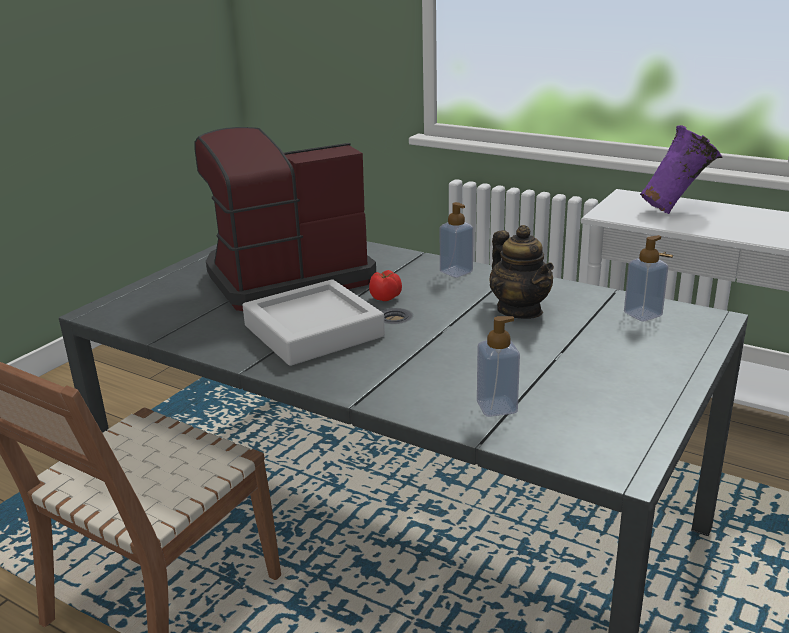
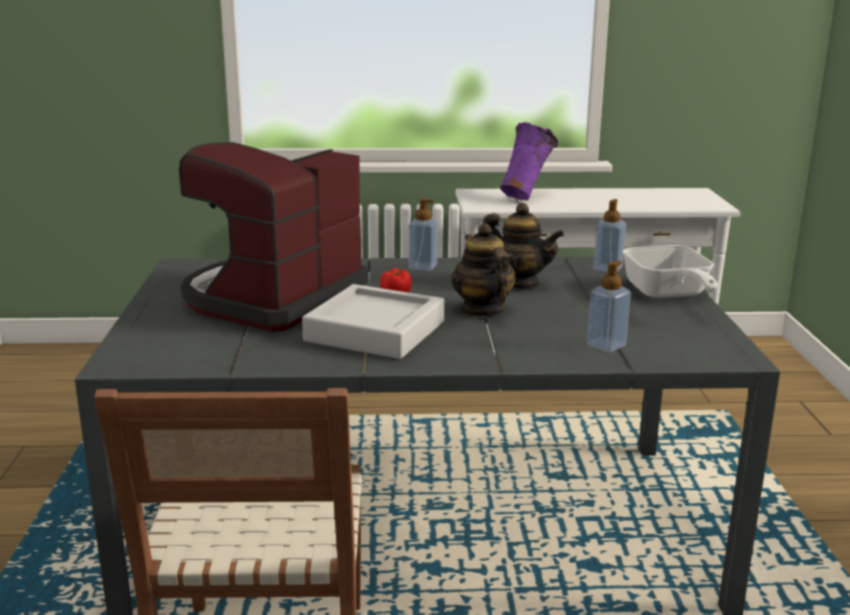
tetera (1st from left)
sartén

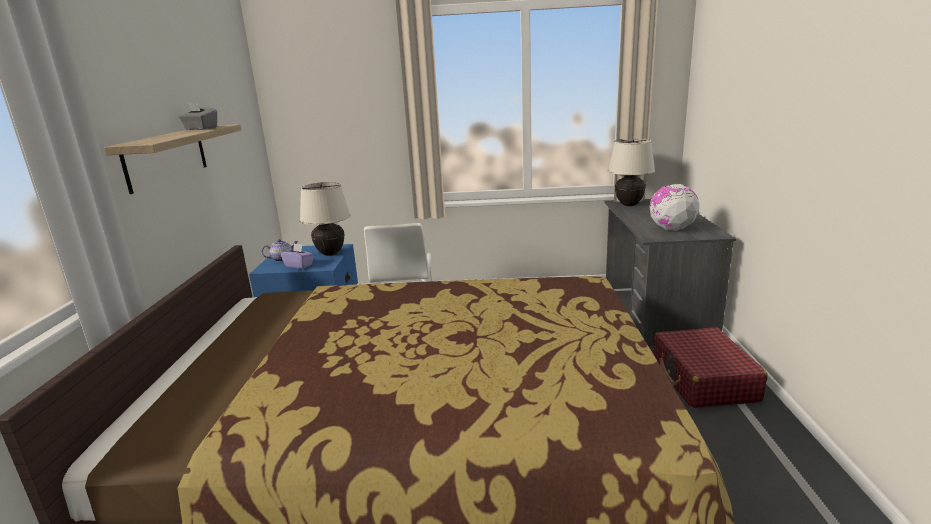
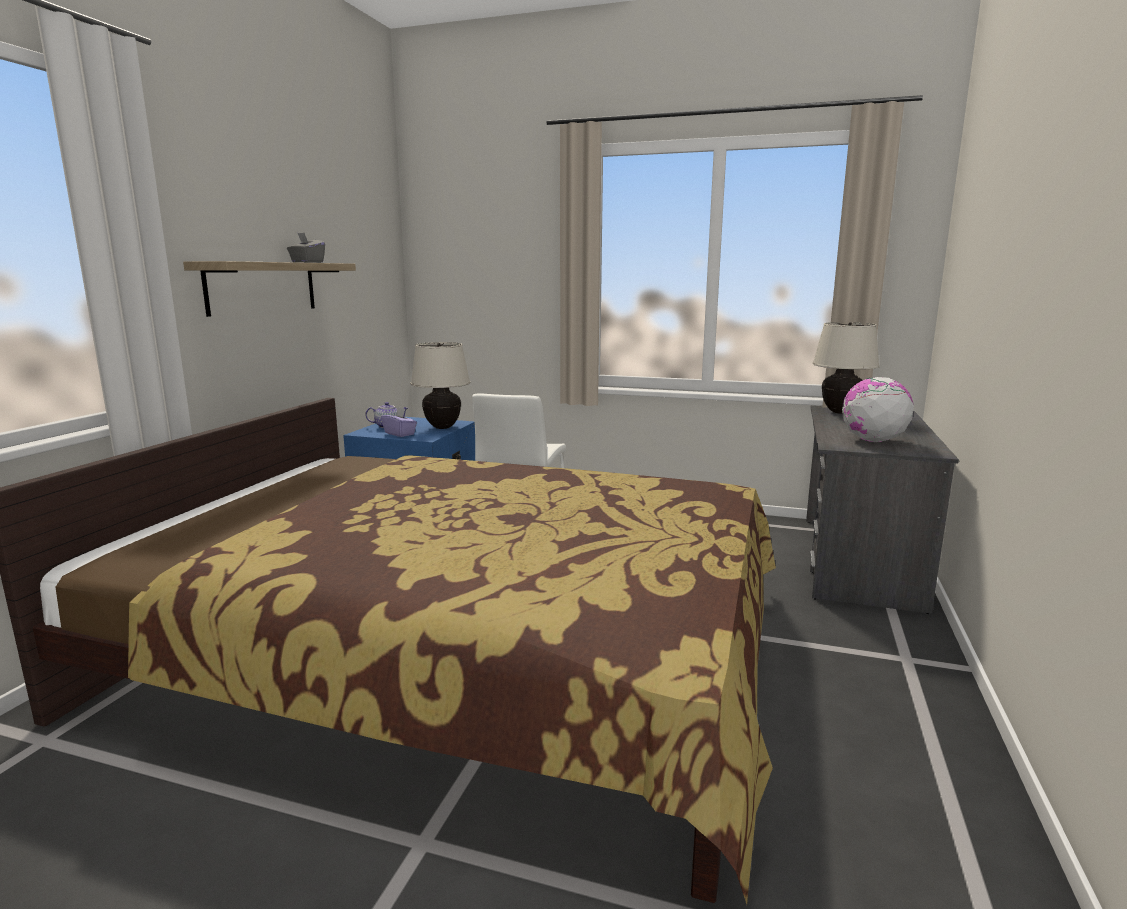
maleta/rojo

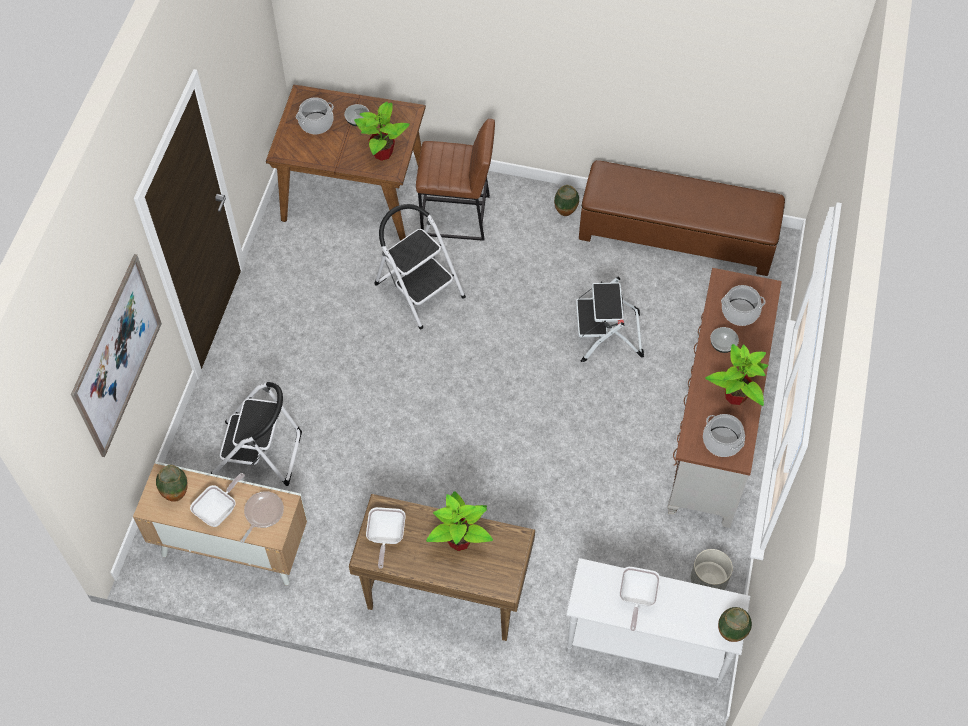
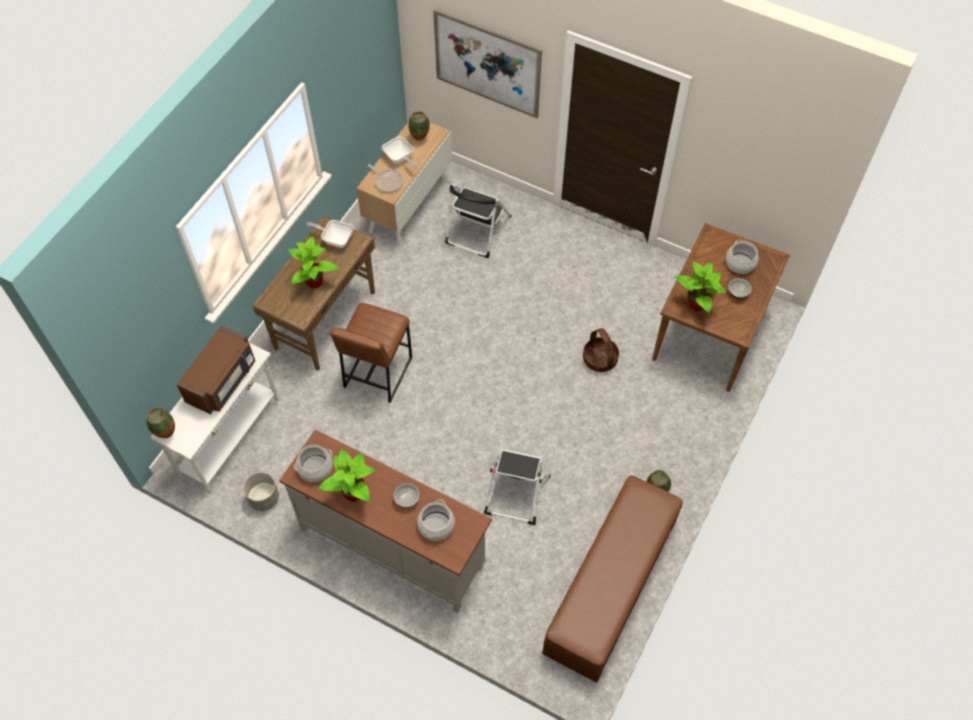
silla/marrón
cesta
microondas/marrón

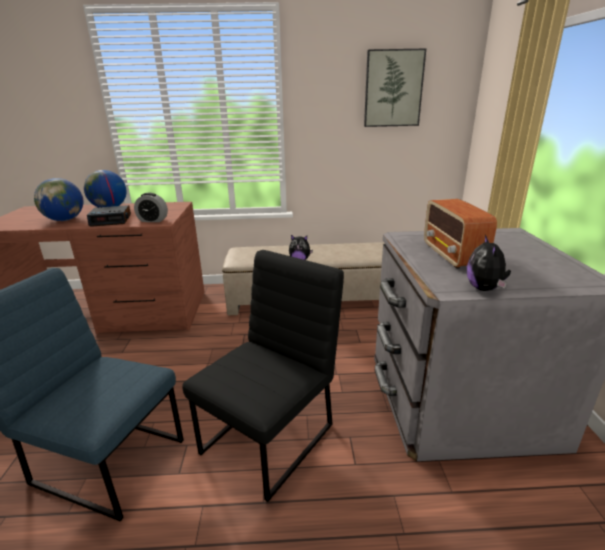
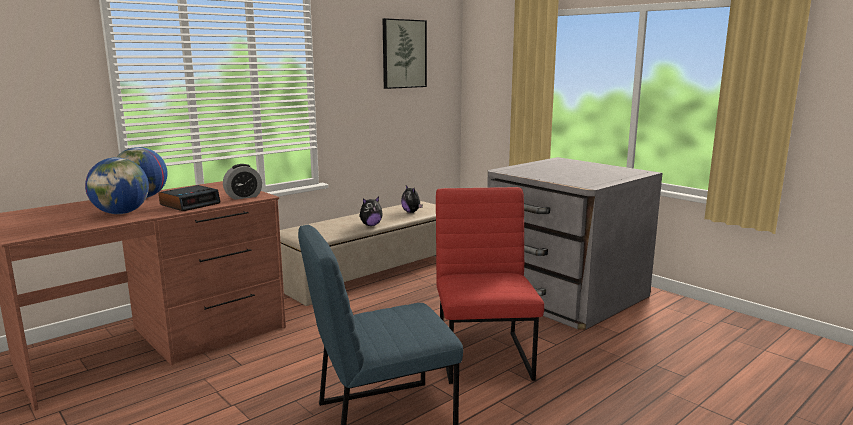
radio
peluche (2nd from left)
silla/rojo

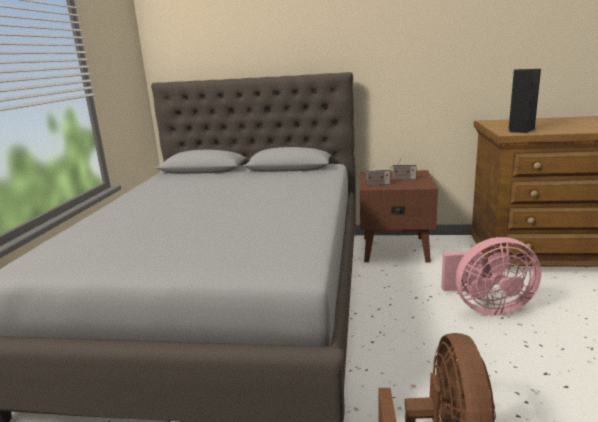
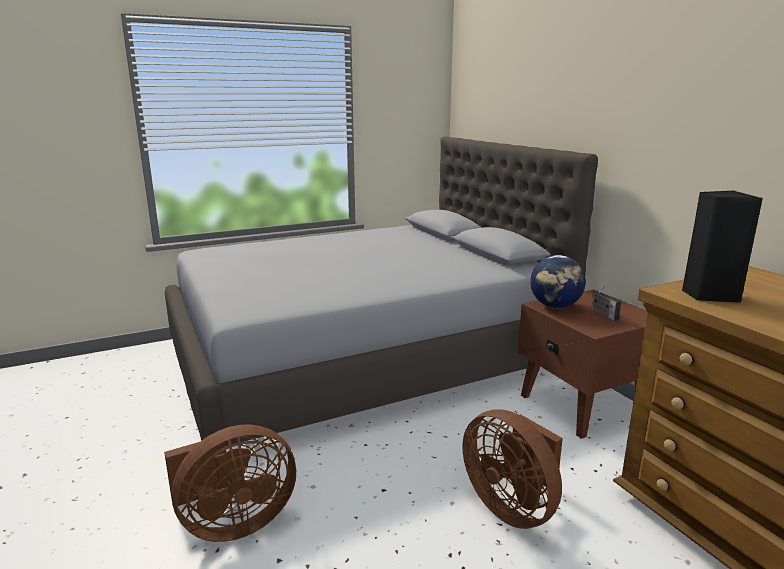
globo terráqueo
ventilador/marrón (2nd from left)

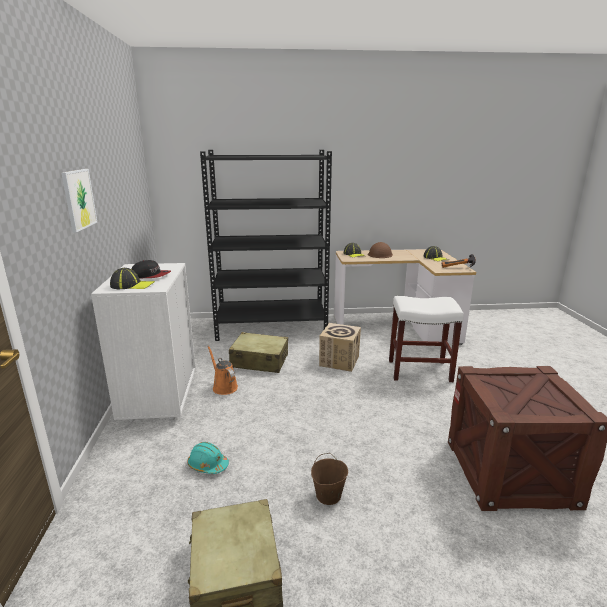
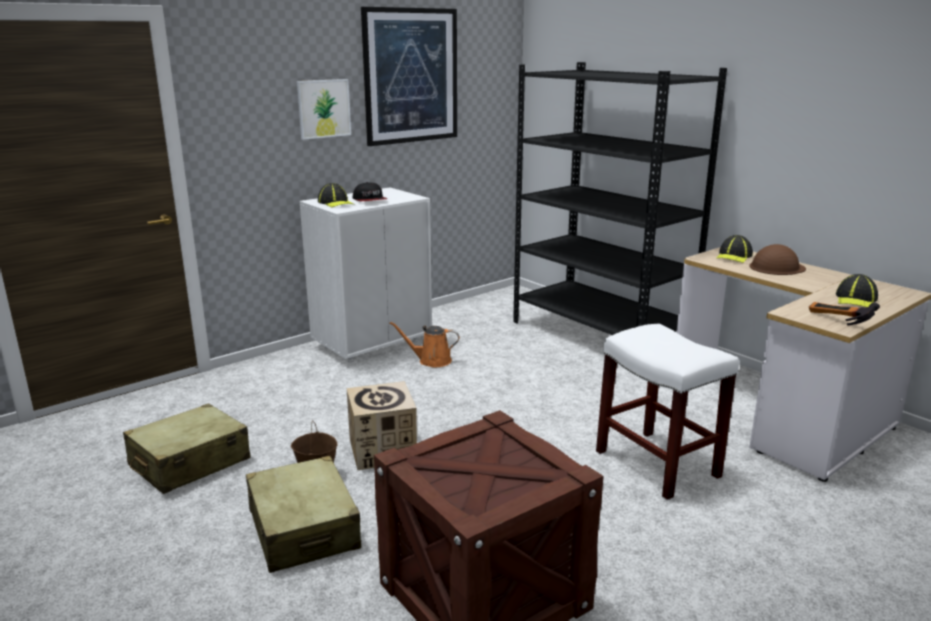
casco/turquesa
cuadro (2nd from left)
maleta/beis (2nd from left)
caja de cartón
regadera/naranja

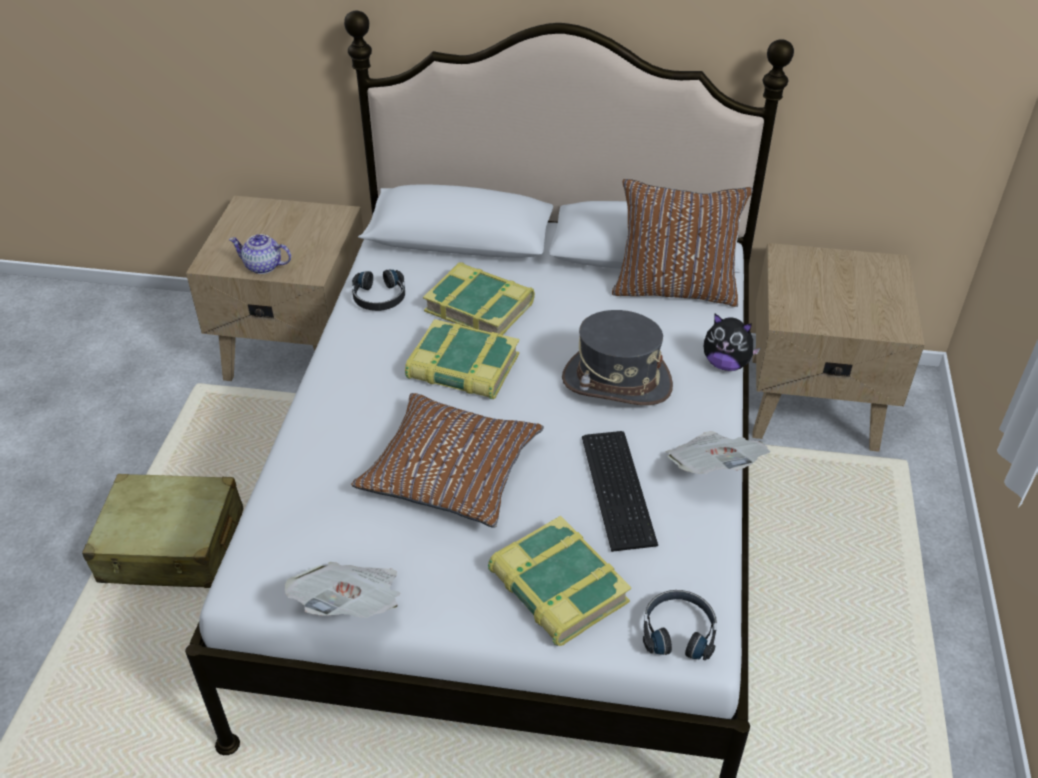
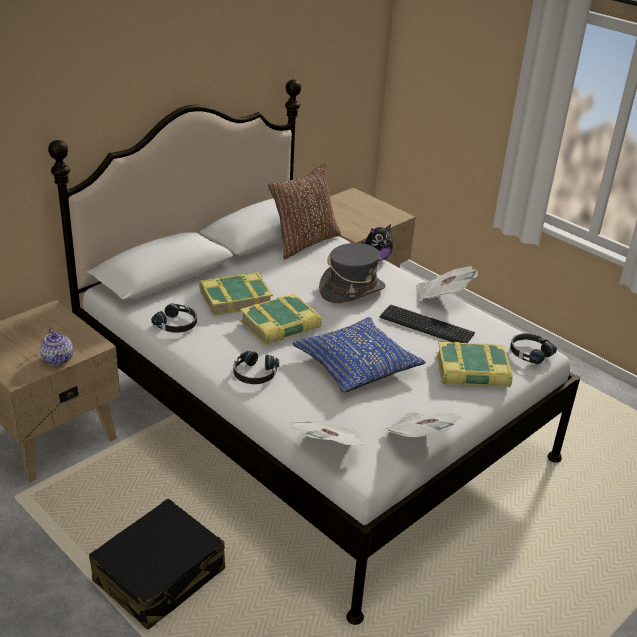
auriculares/negro (2nd from left)
periódico (1st from left)
maleta/negro
cojín/azul
tetera

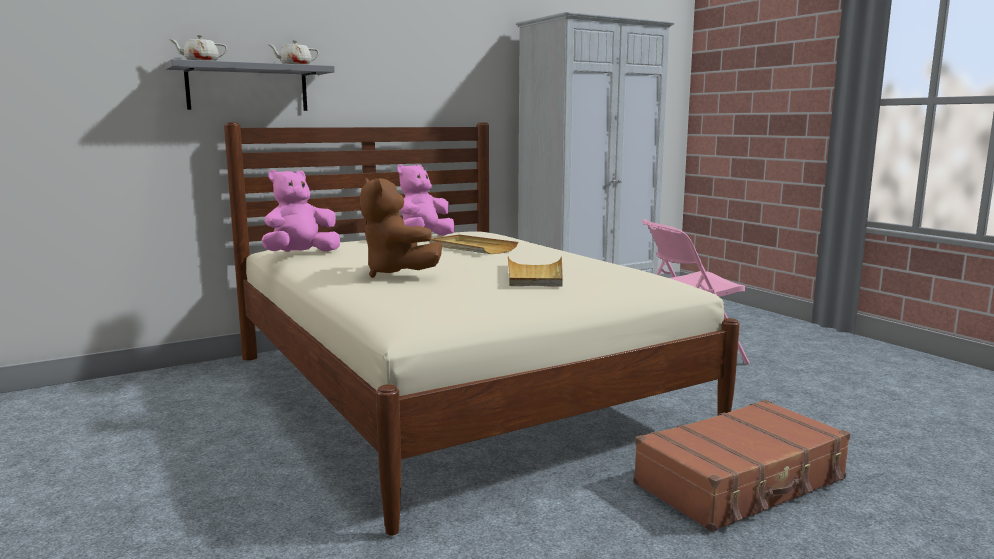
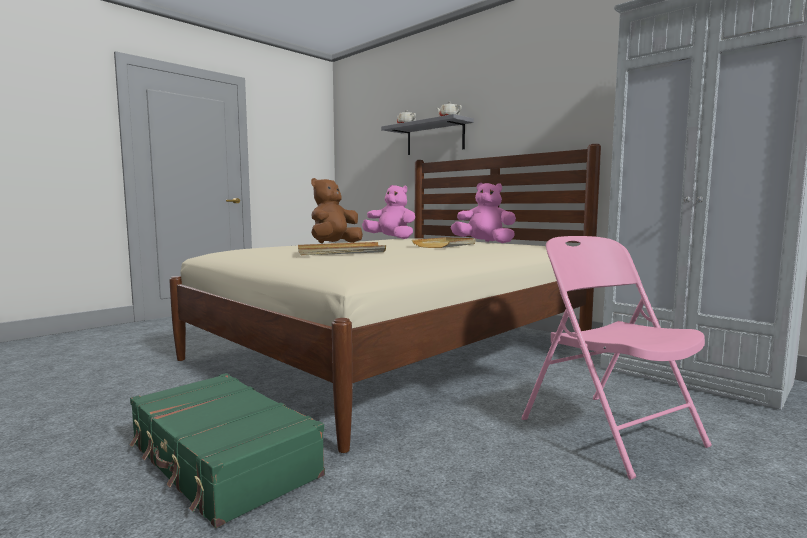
maleta/verde

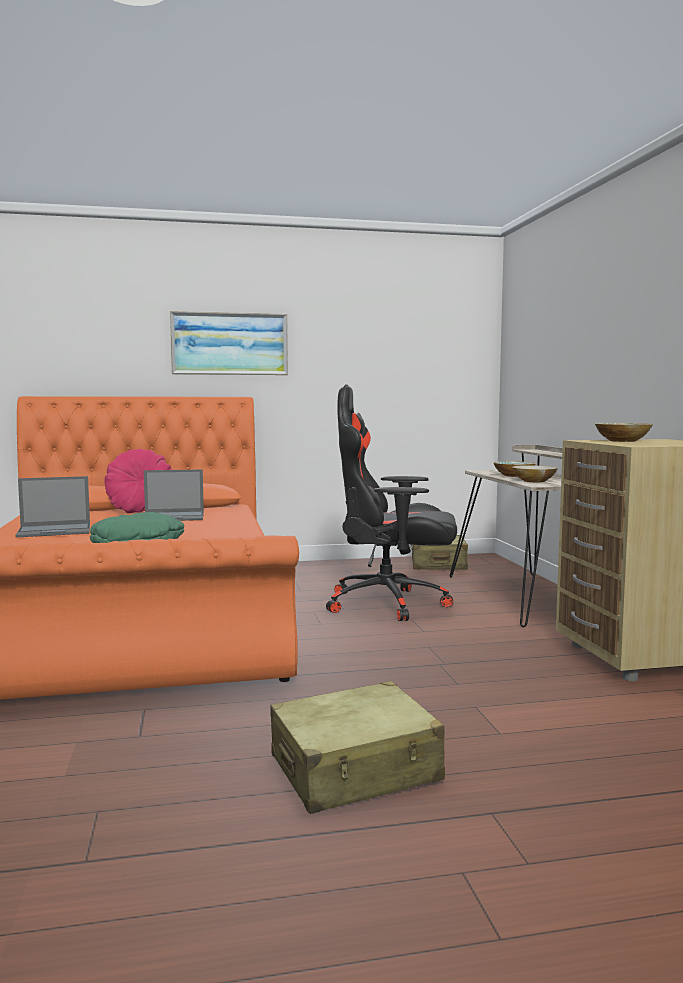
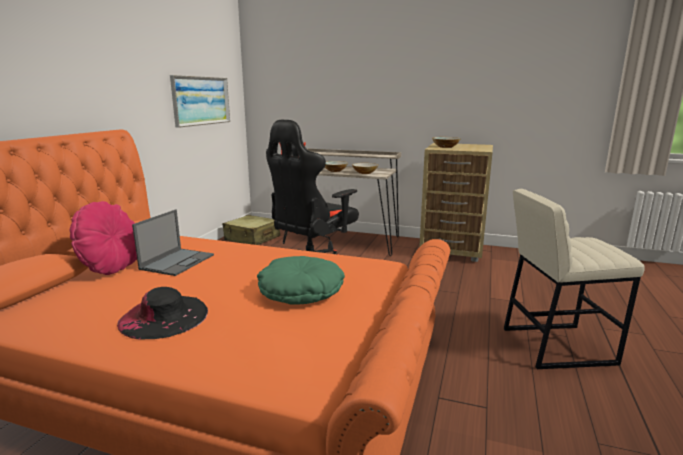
cuadro
sombrero/negro
silla/beis

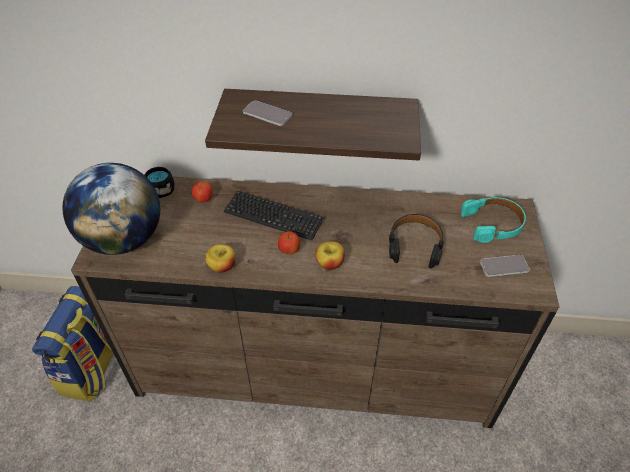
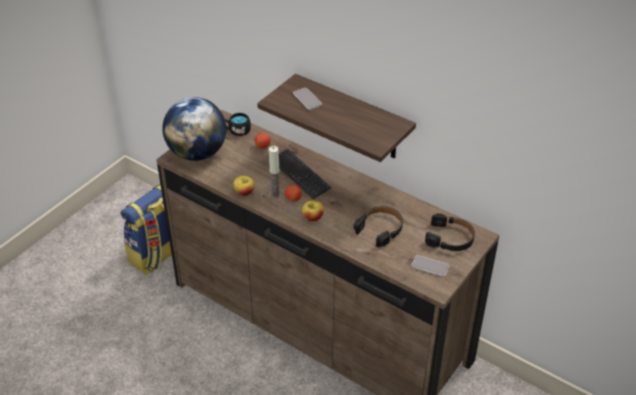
vela
auriculares/negro (2nd from left)

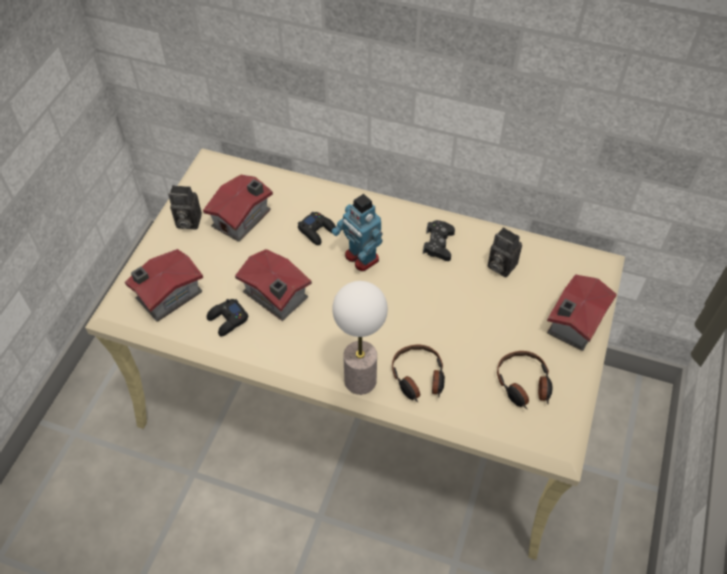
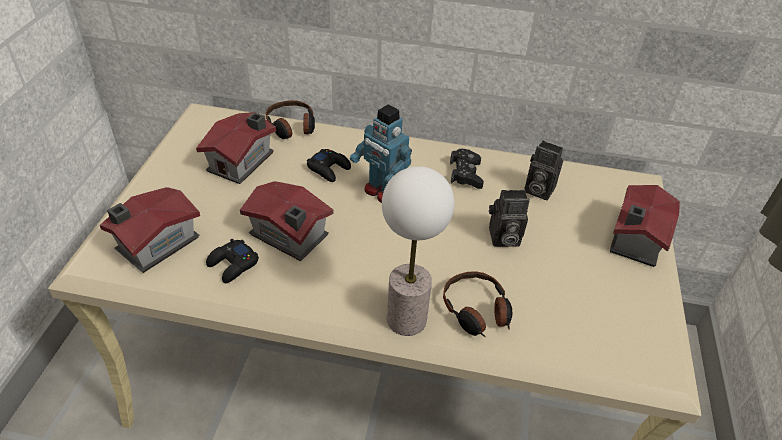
cámara (1st from left)
auriculares (1st from left)

